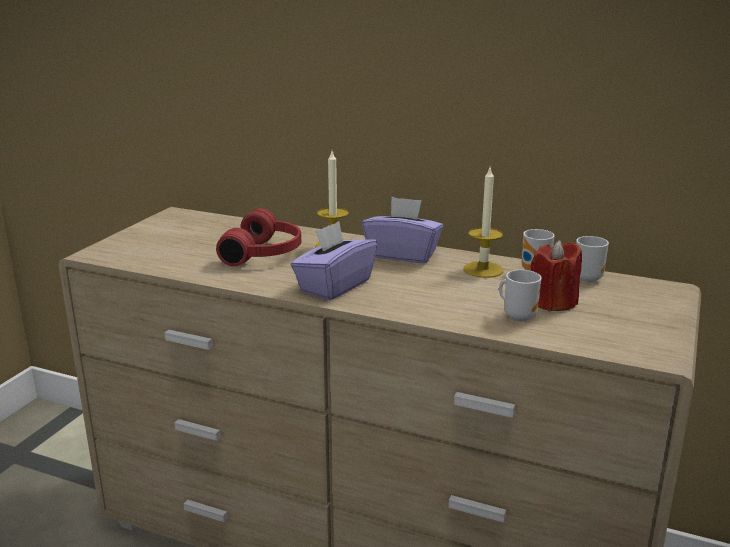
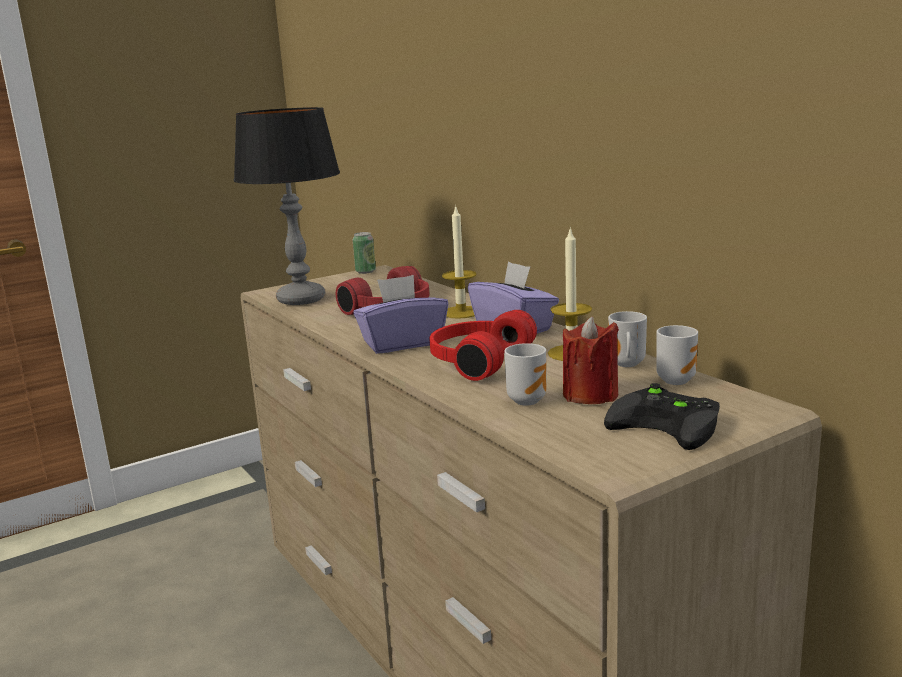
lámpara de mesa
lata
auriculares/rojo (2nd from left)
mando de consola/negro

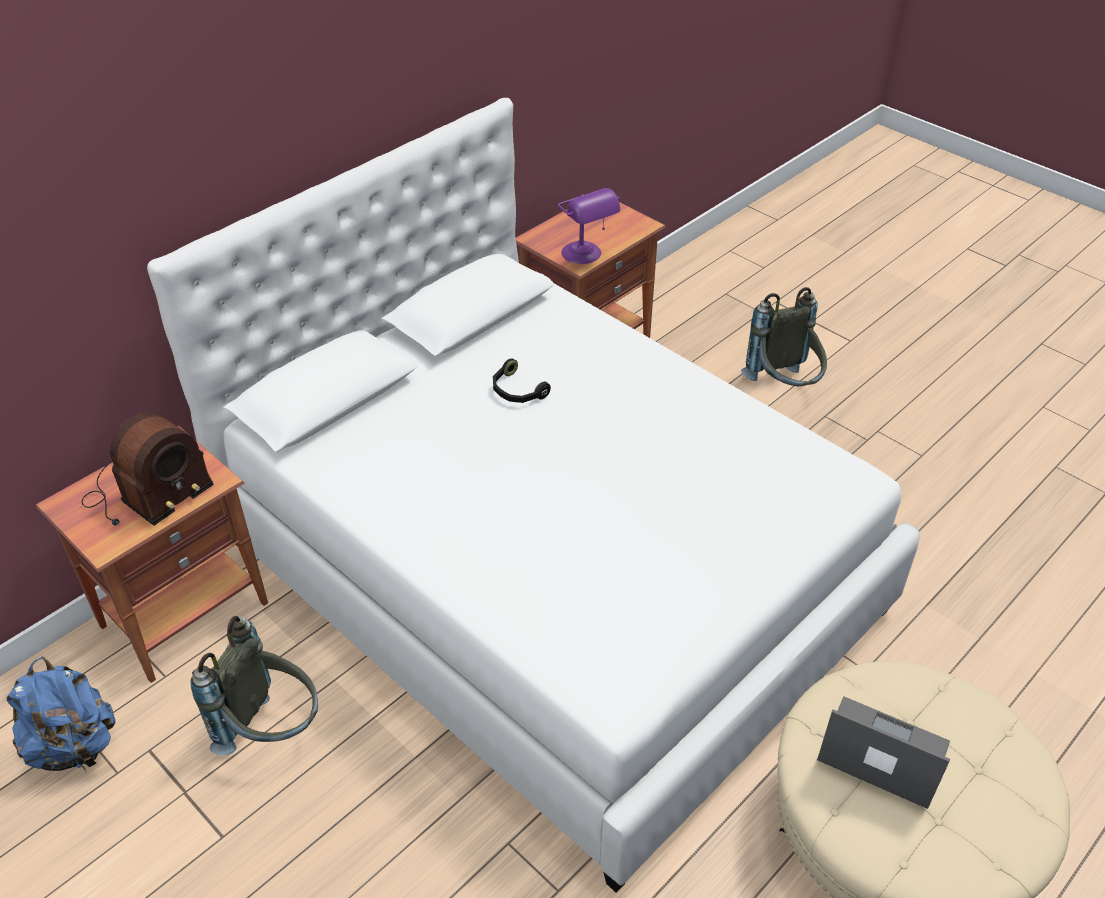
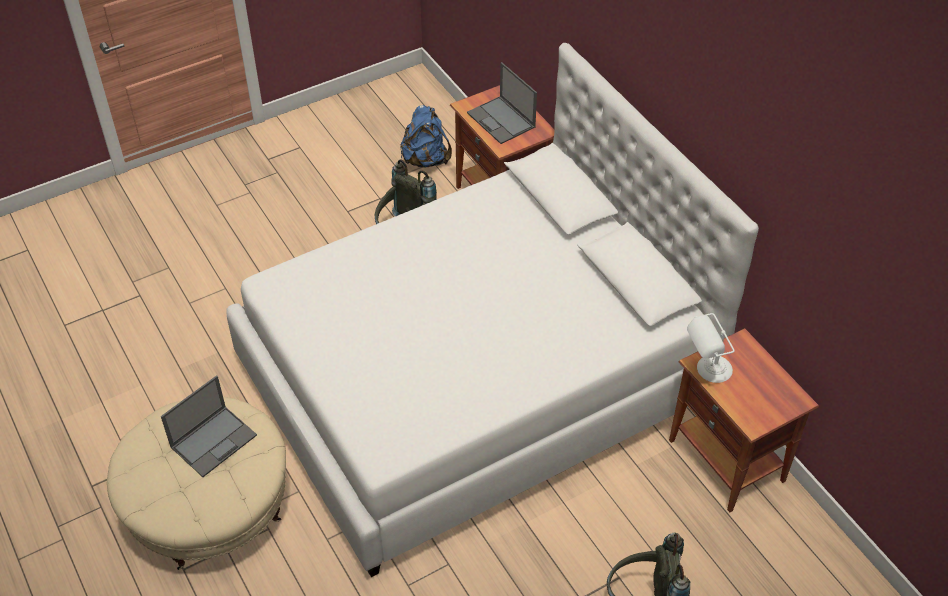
auriculares/negro
portátil (2nd from left)
lámpara de mesa/blanco

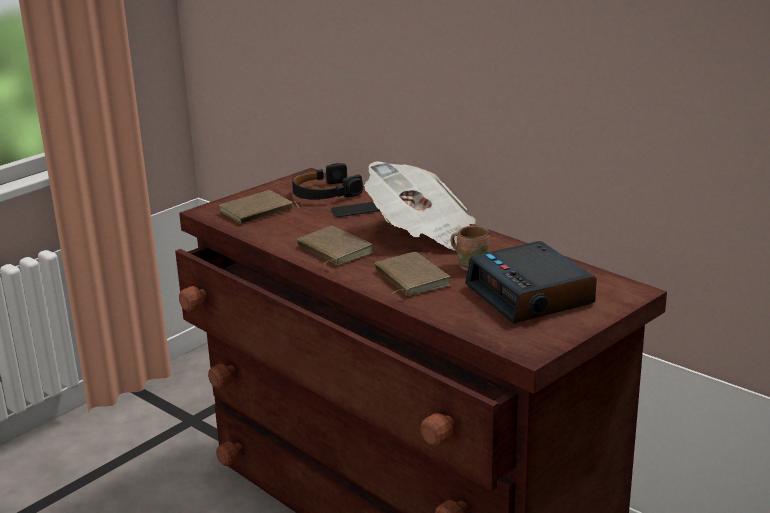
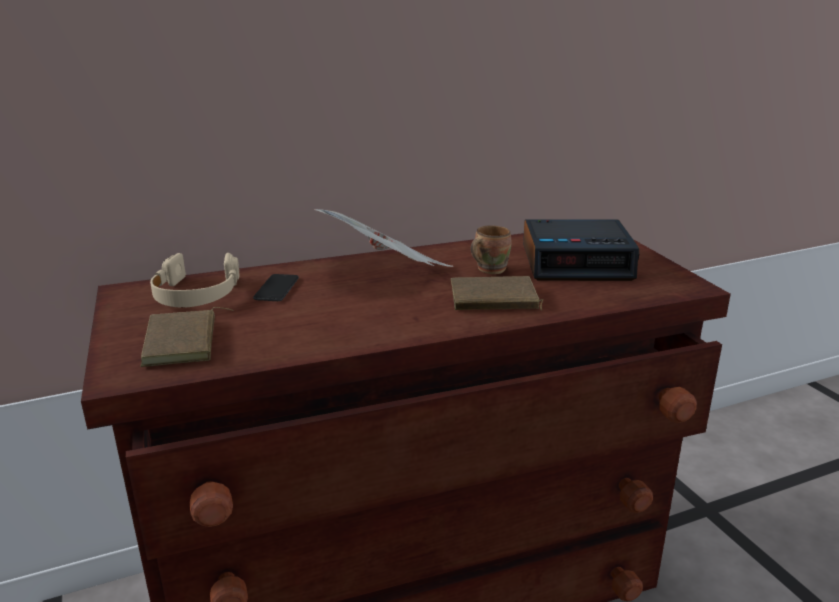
libro/marrón (2nd from left in the first image)
auriculares/beis

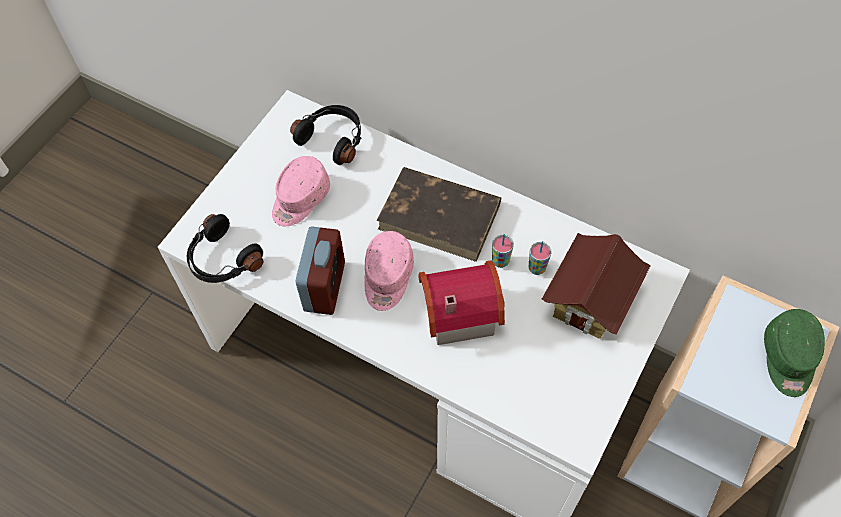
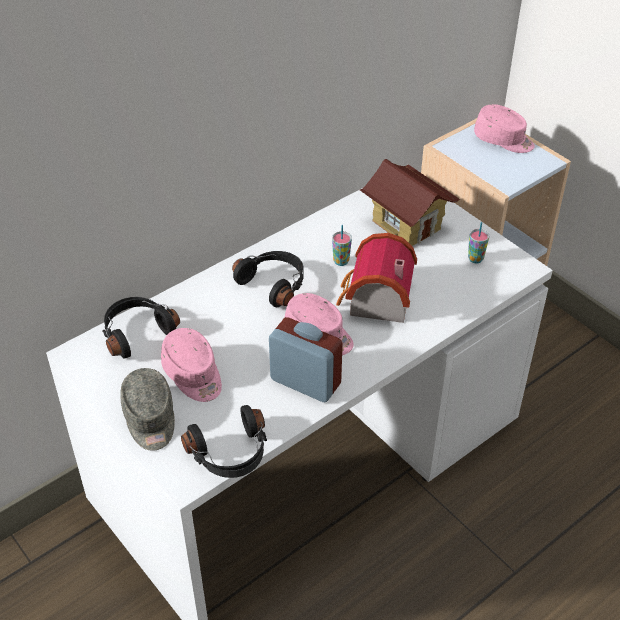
gorra/gris
taza (2nd from left)
auriculares/negro (3rd from left)
gorra/rosa (3rd from left)

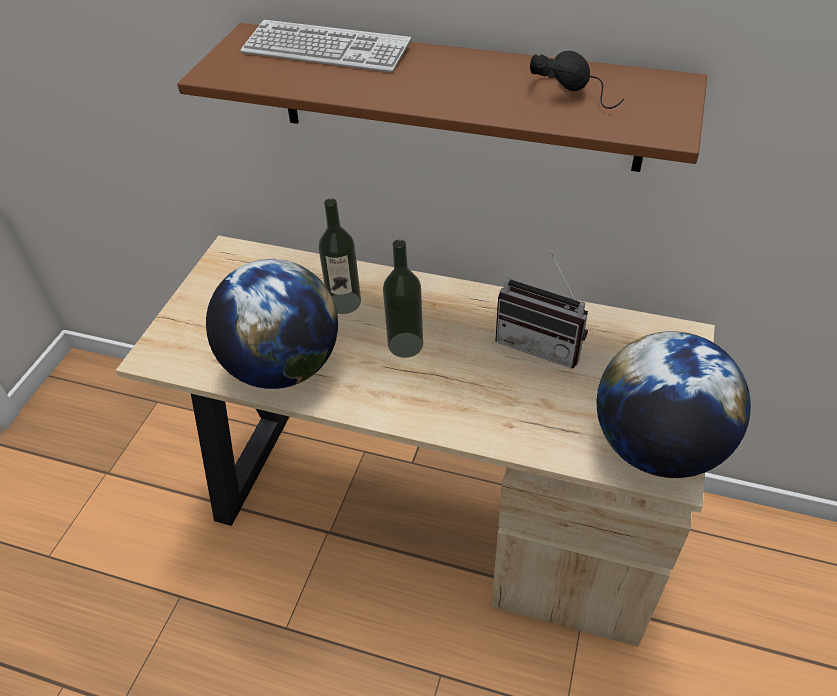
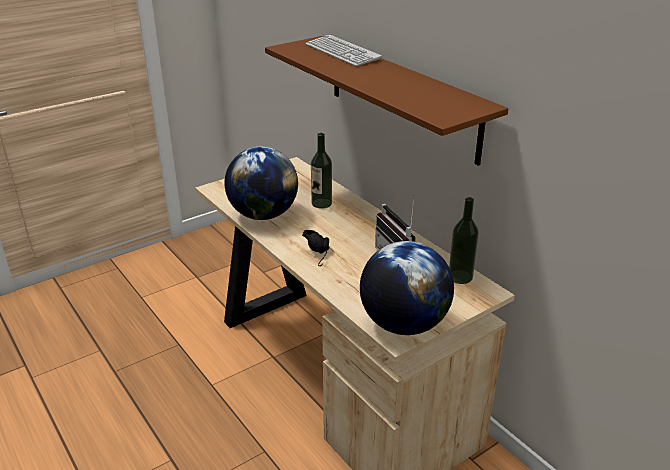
botella (2nd from left)
auriculares/negro

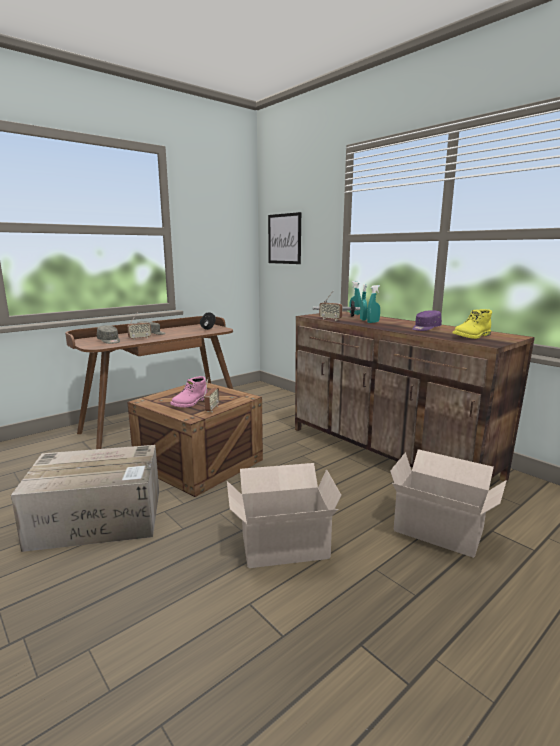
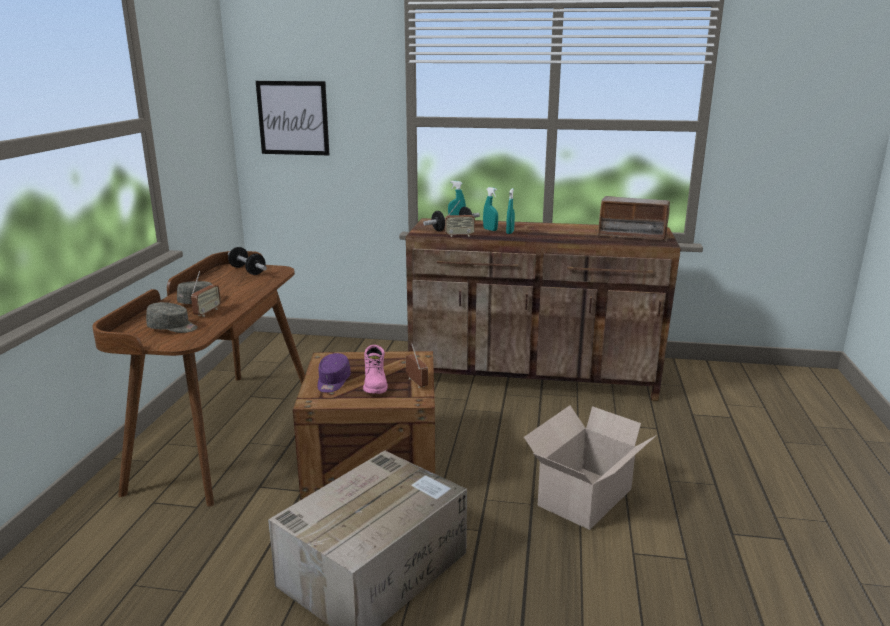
caja de cartón (3rd from left in the first image)
gorra/morado
radio (4th from left)

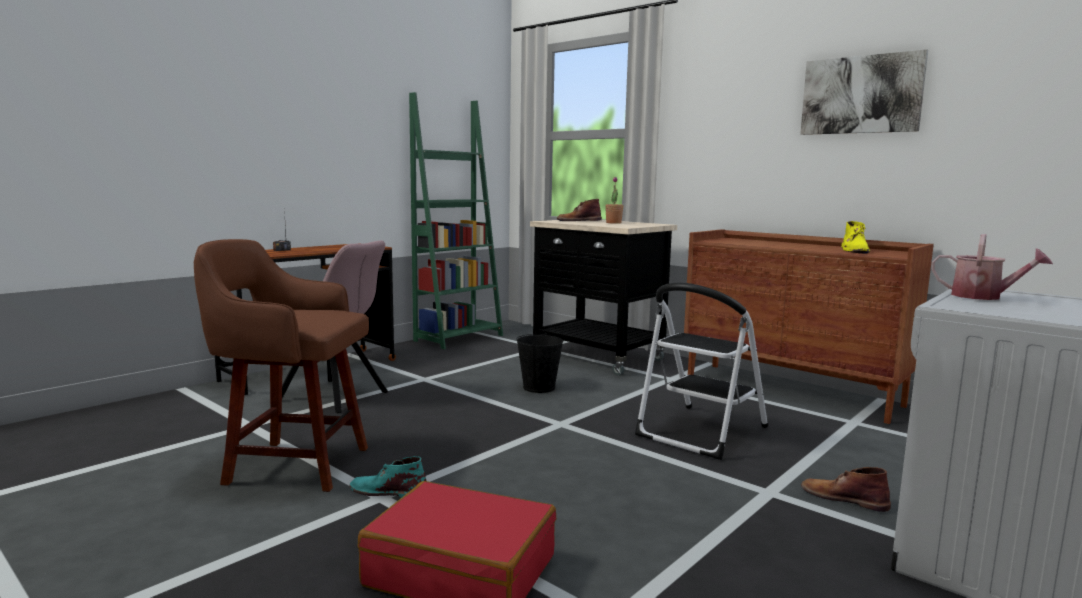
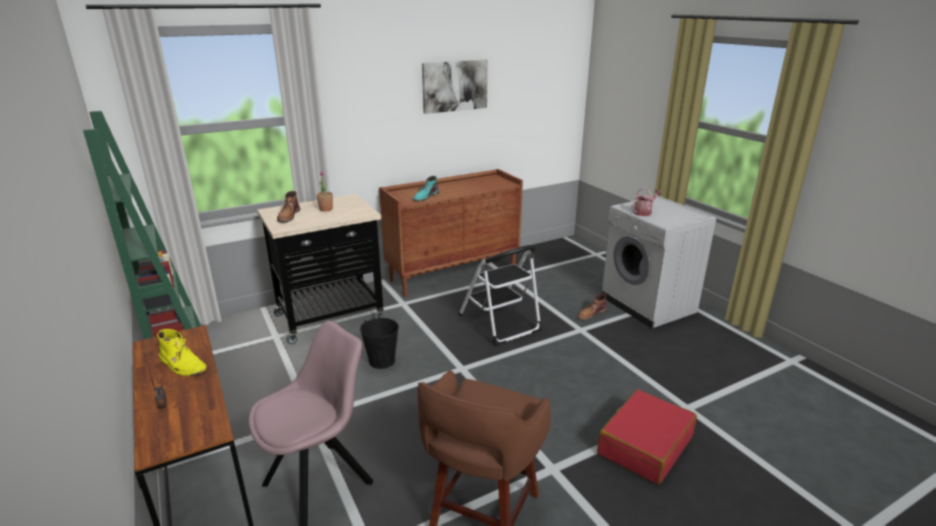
bota/turquesa
bota/amarillo

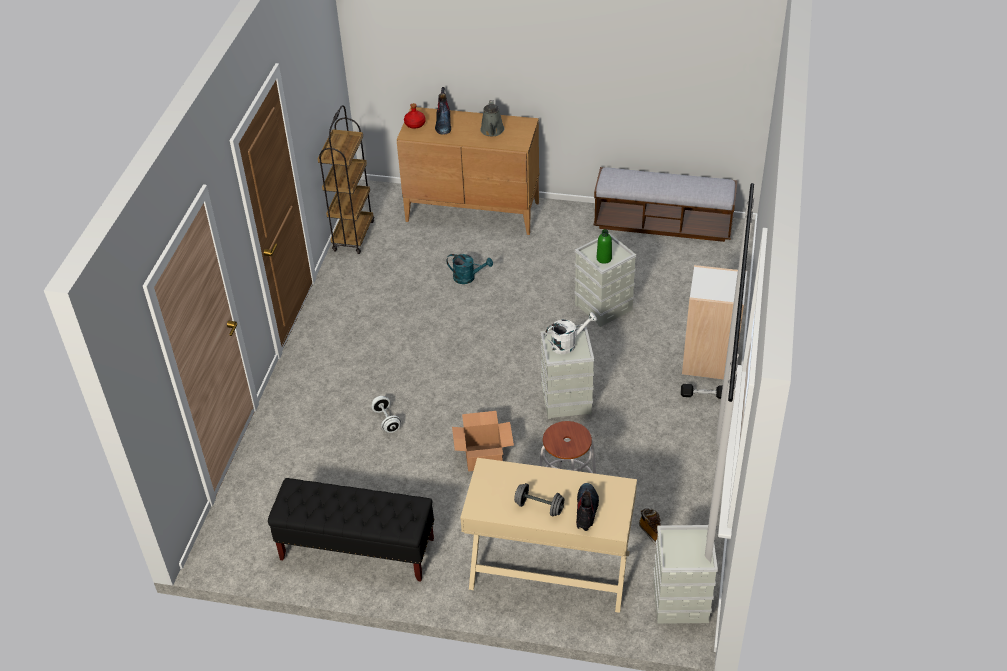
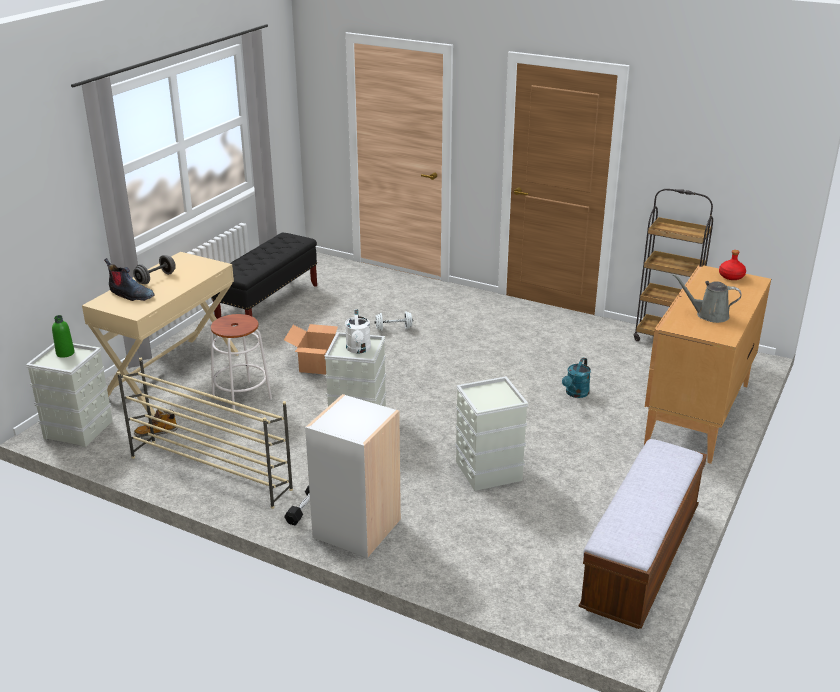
bota (1st from left in the first image)
zapatero/beis
botella/verde

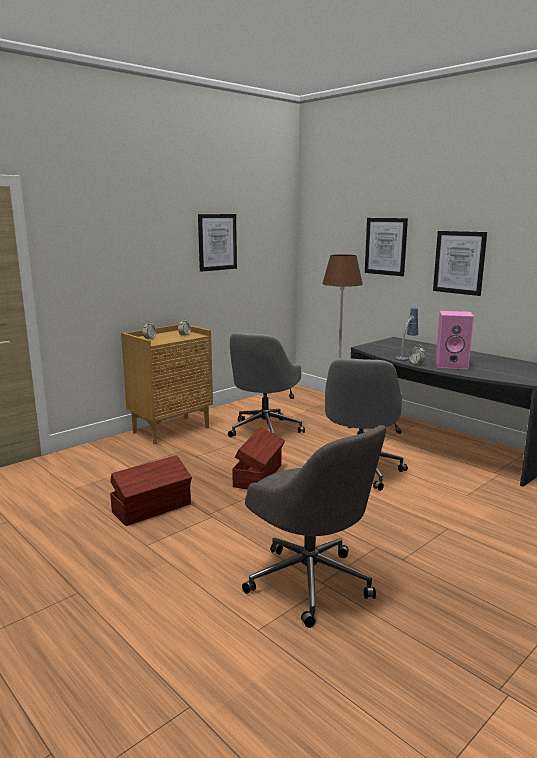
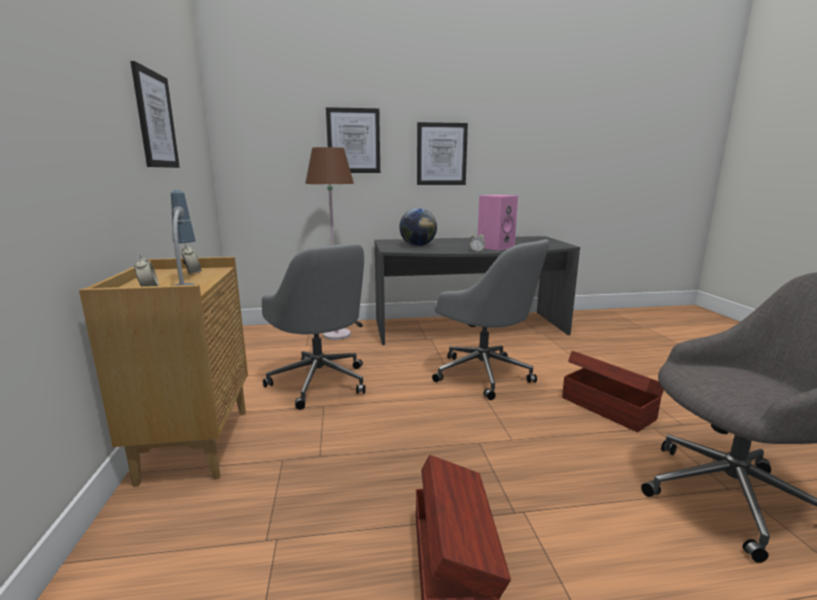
globo terráqueo
caja de almacenaje/marrón (2nd from left)
lámpara de mesa

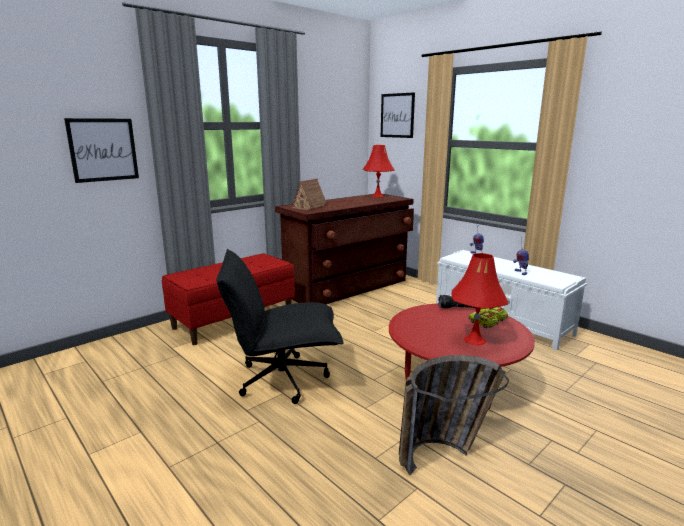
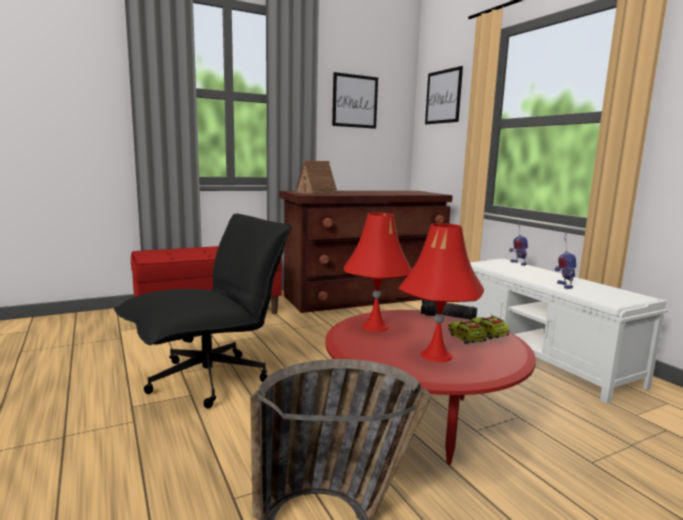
cuadro (1st from left)
lámpara de mesa/rojo (1st from left)
silla de oficina/negro

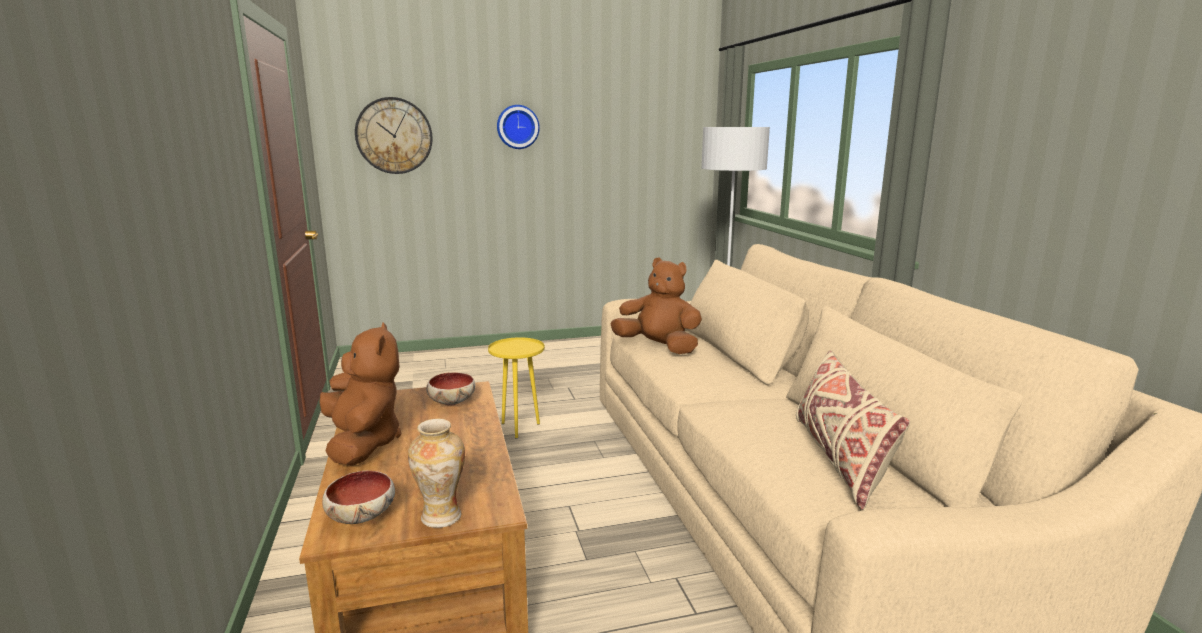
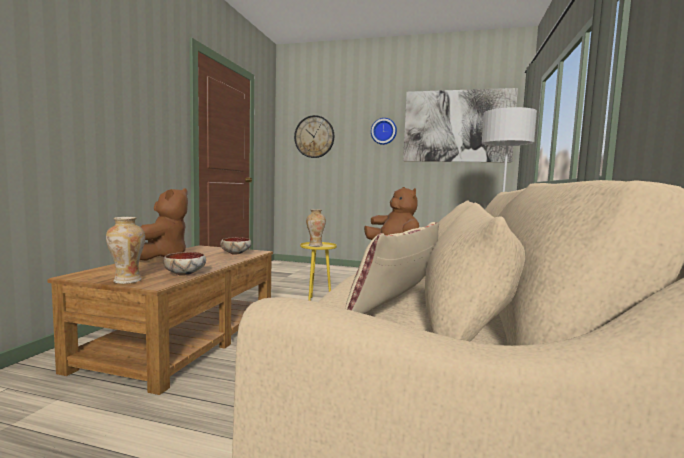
florero (2nd from left)
cuadro
cuenco (1st from left)

